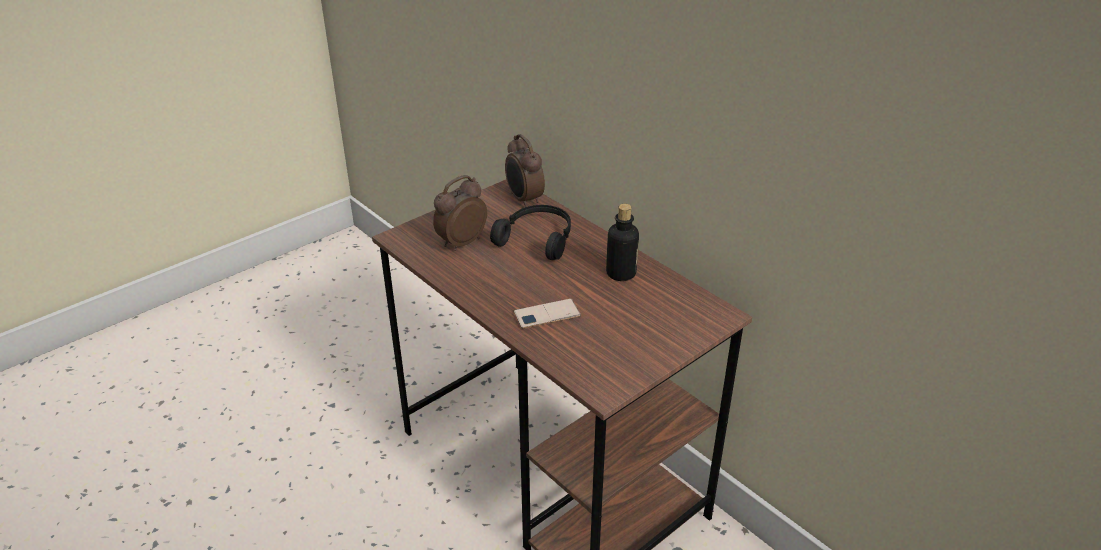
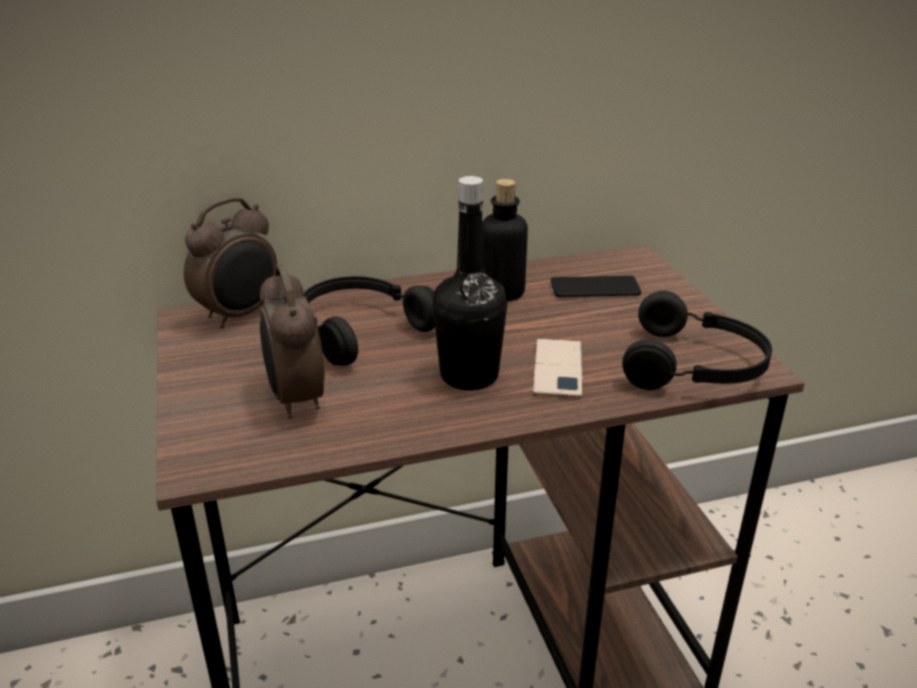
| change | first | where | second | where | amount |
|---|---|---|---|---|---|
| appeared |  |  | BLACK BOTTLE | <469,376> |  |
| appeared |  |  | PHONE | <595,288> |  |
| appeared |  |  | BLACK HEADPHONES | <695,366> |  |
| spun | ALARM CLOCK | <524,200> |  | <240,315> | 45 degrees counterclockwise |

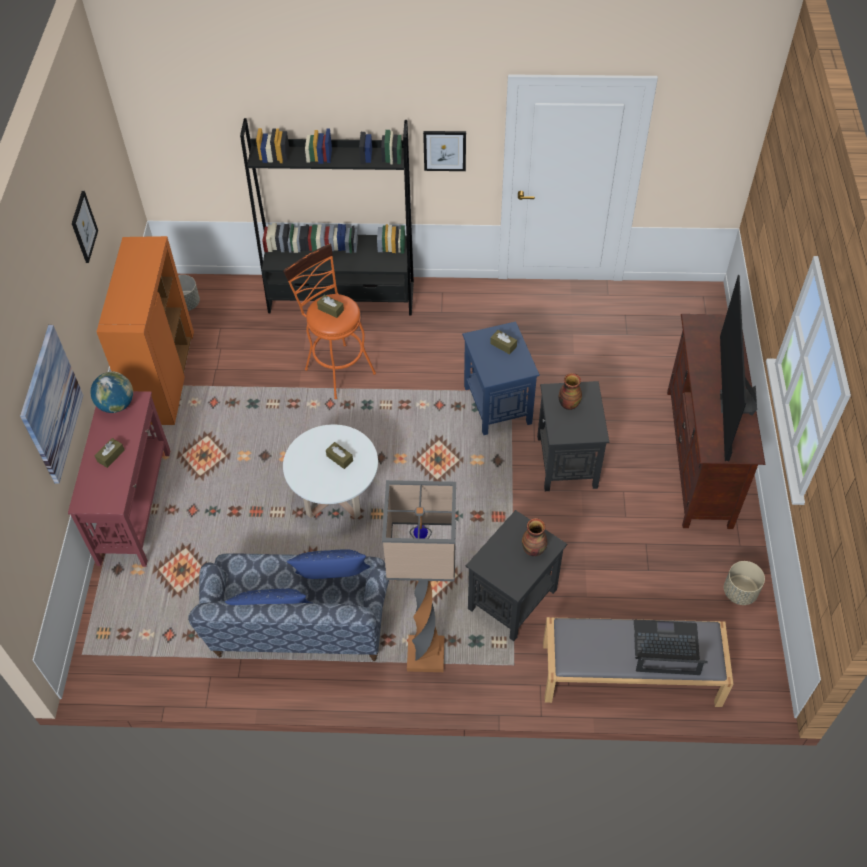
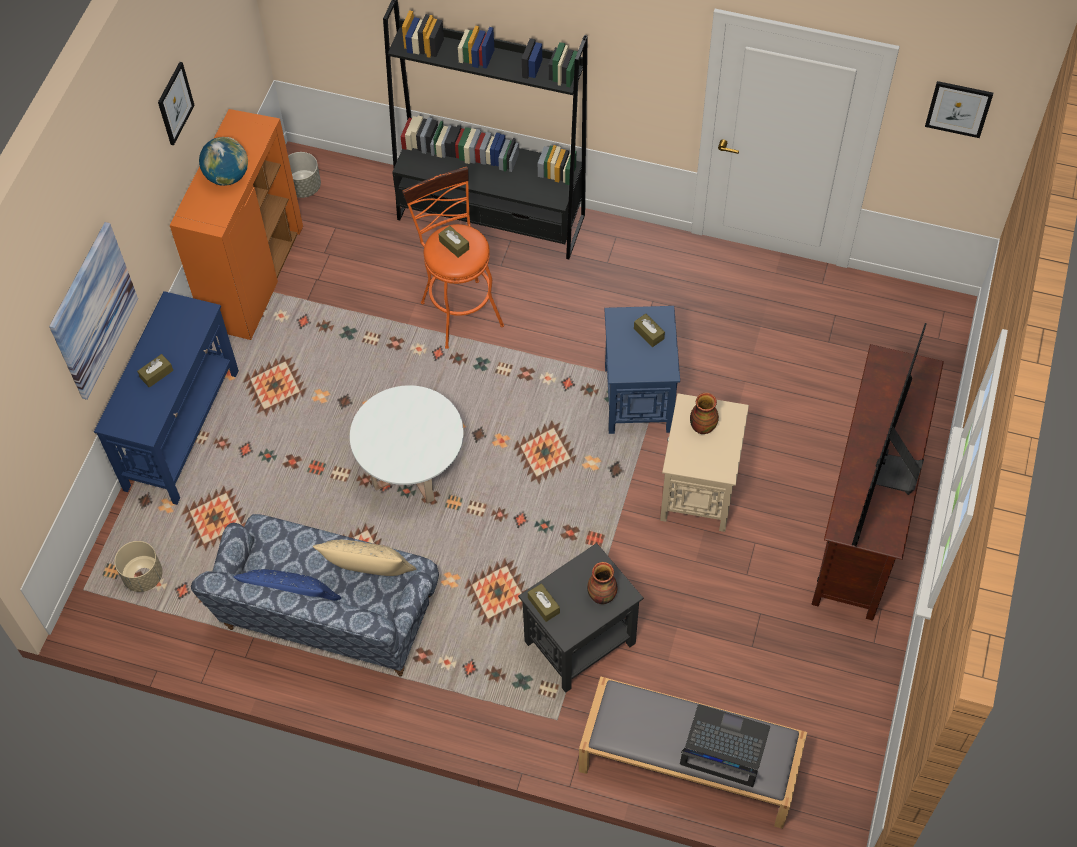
| change | first | where | second | where | amount |
|---|---|---|---|---|---|
| missing | FLOOR LAMP | <424,656> |  |  |  |
| relocated | GLOBE | <116,405> |  | <227,177> |  |
| relocated | BROWN TISSUE BOX | <339,458> |  | <543,605> |  |
| relocated | PICTURE | <444,150> |  | <958,108> |  |
| relocated | BEIGE PLANTER | <740,592> |  | <143,576> |  |
| colour | RED CONSOLE TABLE | <135,505> | BLUE CONSOLE TABLE | <183,429> |  |
| colour | BLUE PILLOW | <332,581> | BEIGE PILLOW | <369,576> |  |
| colour | BLACK SIDE TABLE | <567,462> | BEIGE SIDE TABLE | <698,491> |  |

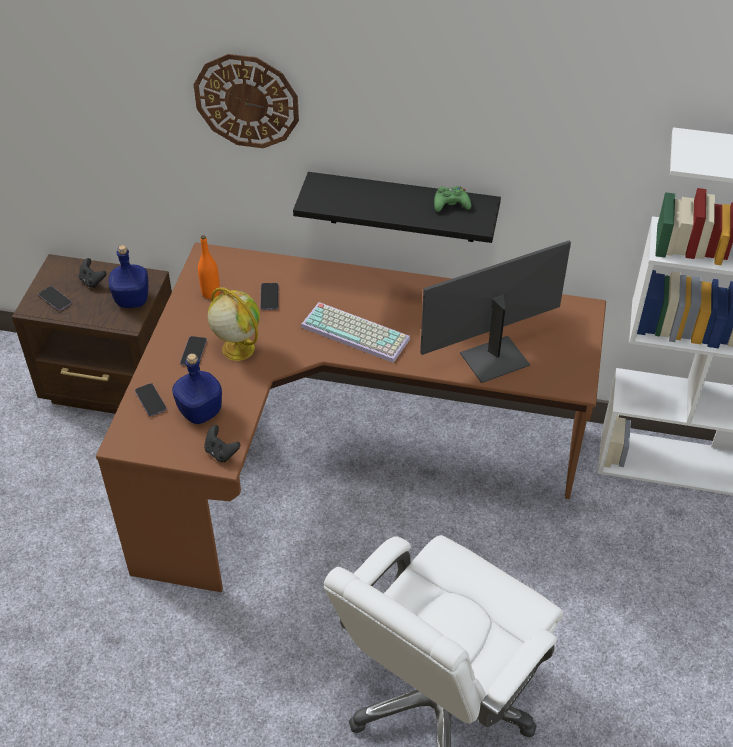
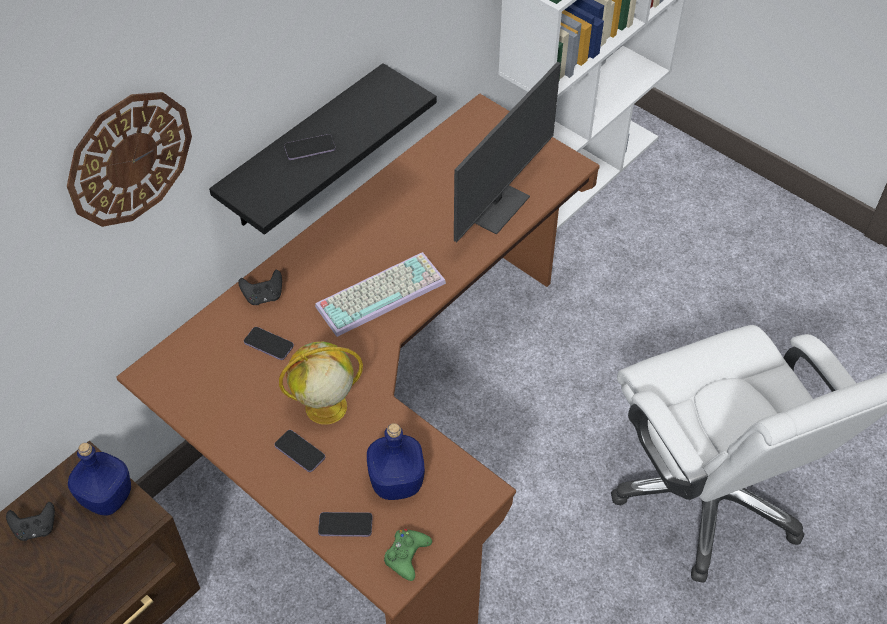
| change | first | where | second | where | amount |
|---|---|---|---|---|---|
| missing | ORANGE BOTTLE | <211,293> |  |  |  |
| relocated | PHONE | <55,299> |  | <310,148> |  |
| relocated | BLACK GAME CONTROLLER | <221,452> |  | <263,296> |  |
| relocated | GREEN GAME CONTROLLER | <451,204> |  | <406,556> |  |
| spun | MONITOR | <493,358> |  | <494,205> | 150 degrees counterclockwise |

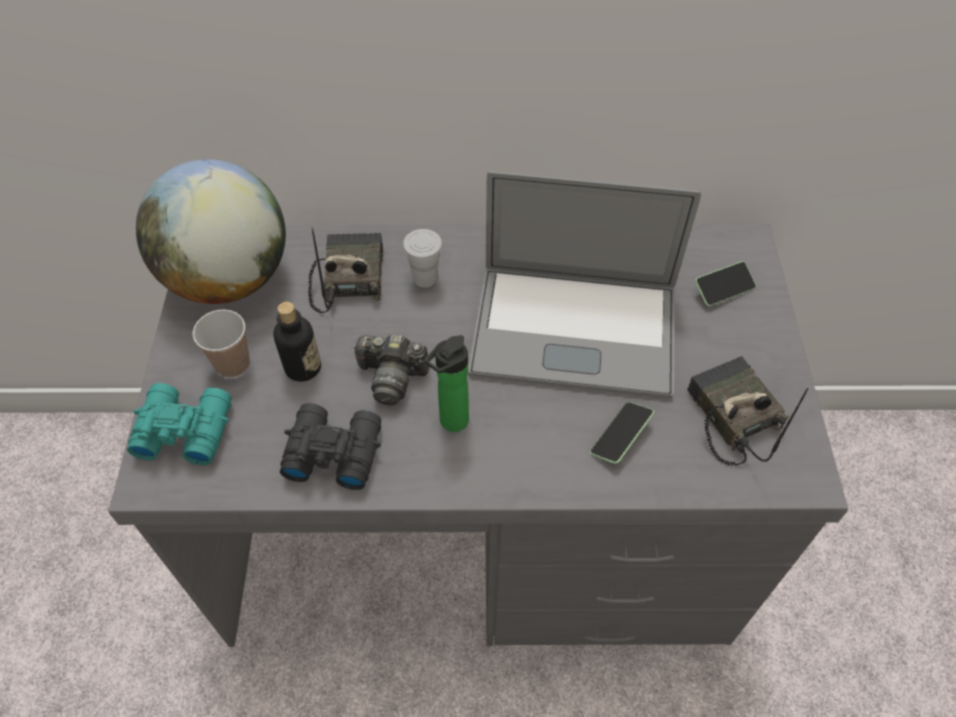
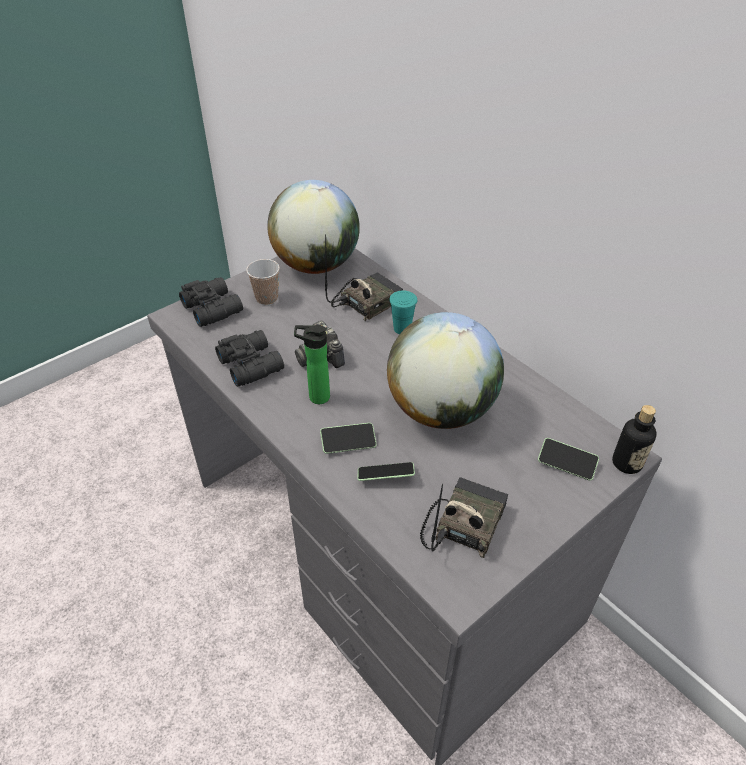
| change | first | where | second | where | amount |
|---|---|---|---|---|---|
| appeared |  |  | PHONE | <348,443> |  |
| relocated | BOTTLE | <303,367> |  | <627,463> |  |
| exchanged | LAPTOP | <574,330> | GLOBE | <441,410> |  |
| colour | TURQUOISE BINOCULARS | <183,429> | BLACK BINOCULARS | <213,307> |  |
| colour | WHITE CUP | <425,278> | TURQUOISE CUP | <402,328> |  |

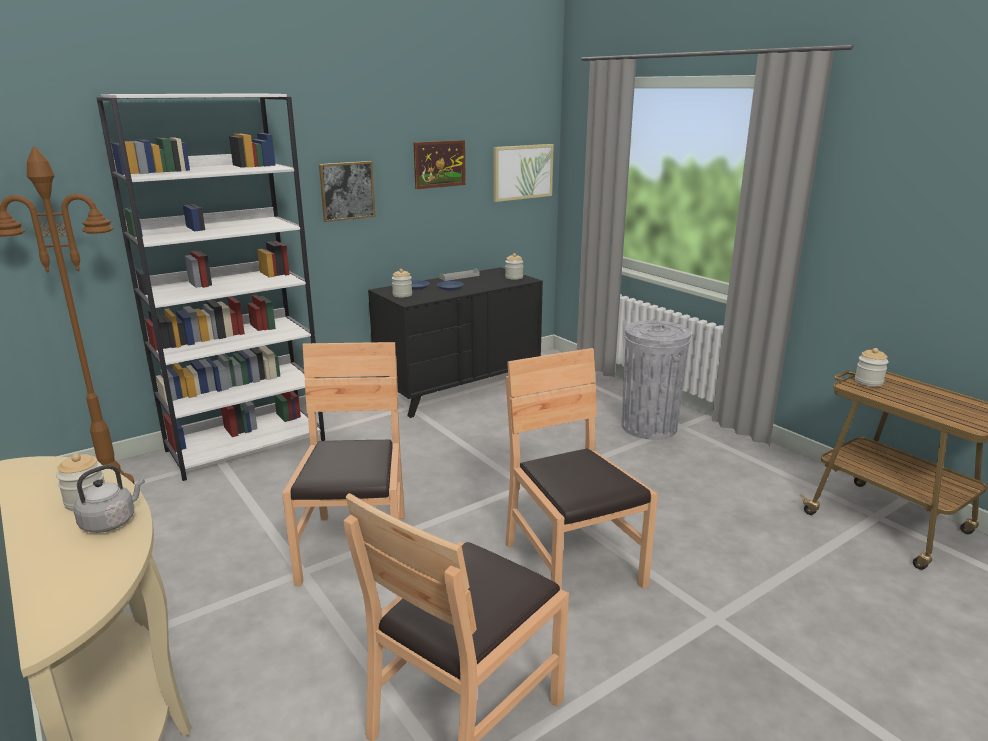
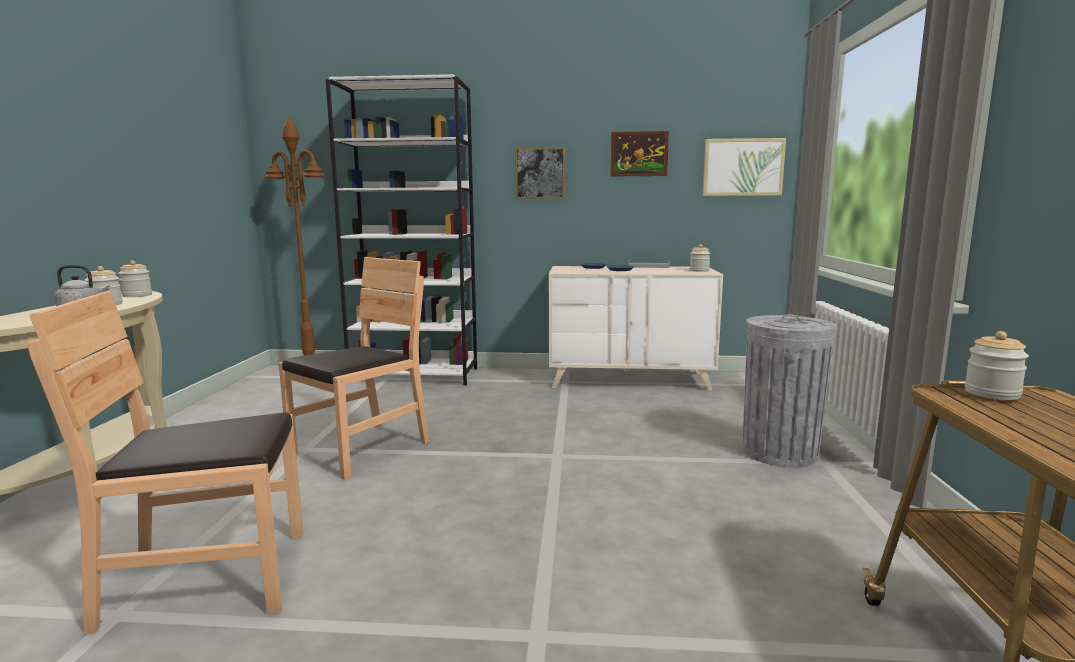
| change | first | where | second | where | amount |
|---|---|---|---|---|---|
| missing | BROWN CHAIR | <572,565> |  |  |  |
| relocated | JAR | <402,295> |  | <137,295> |  |
| colour | BLACK DRESSER | <460,388> | BEIGE DRESSER | <629,380> |  |

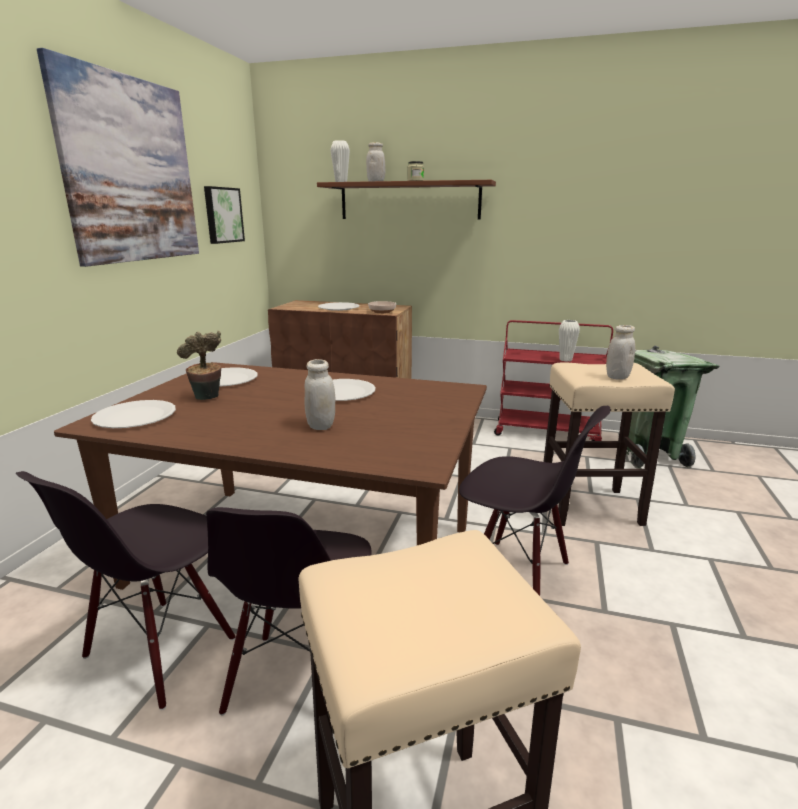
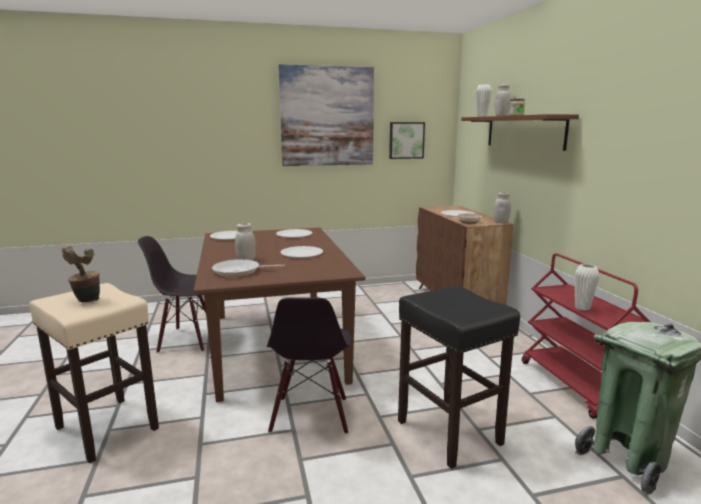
| change | first | where | second | where | amount |
|---|---|---|---|---|---|
| missing | BLACK CHAIR | <301,681> |  |  |  |
| appeared |  |  | FRYING PAN | <239,271> |  |
| relocated | POTTED PLANT | <207,398> |  | <86,301> |  |
| relocated | WHITE JAR | <617,377> |  | <501,222> |  |
| colour | BEIGE STOOL | <591,507> | BLACK STOOL | <450,433> |  |

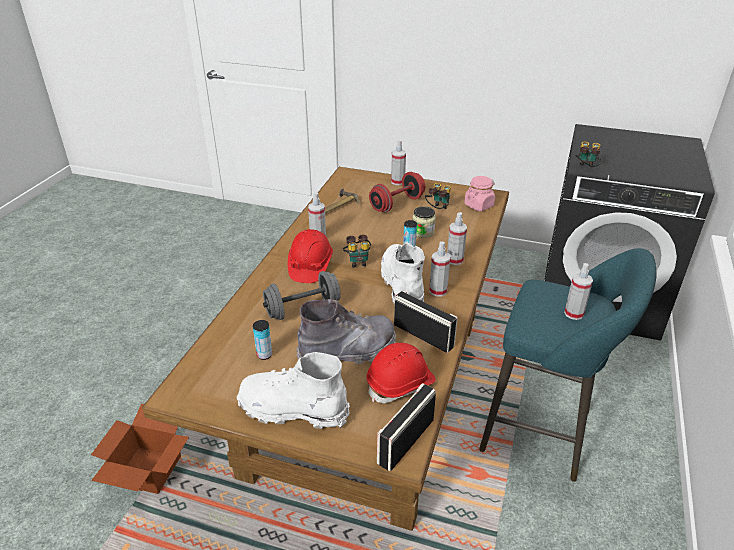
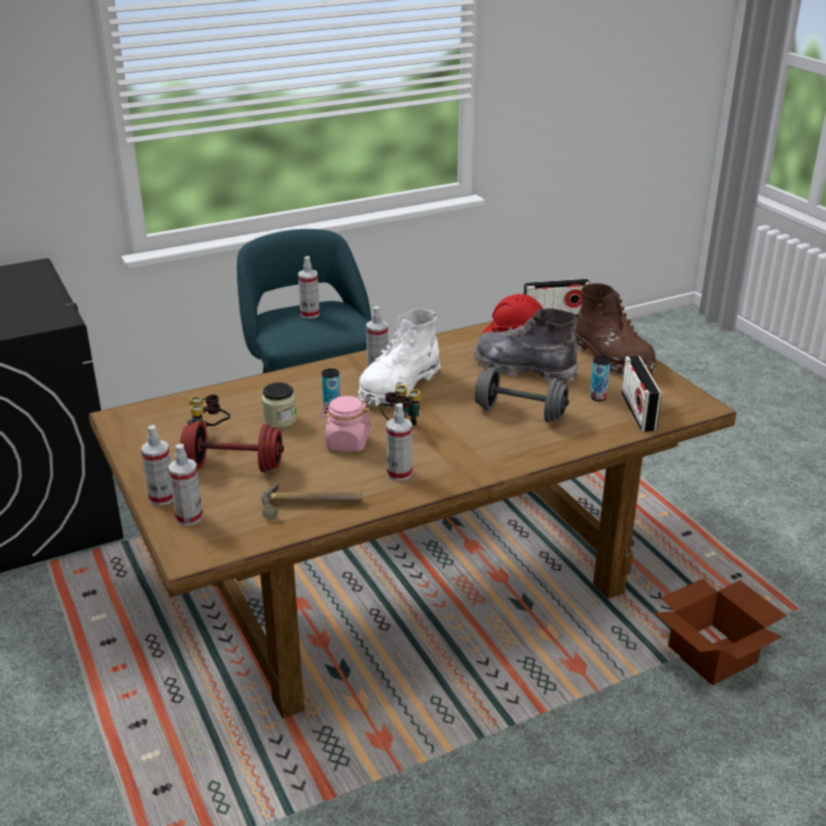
| change | first | where | second | where | amount |
|---|---|---|---|---|---|
| missing | RED HARD HAT | <310,267> |  |  |  |
| missing | BINOCULARS | <585,169> |  |  |  |
| relocated | RADIO | <423,335> |  | <638,411> |  |
| relocated | SPRAY BOTTLE | <454,260> |  | <189,517> |  |
| relocated | PINK JAR | <479,205> |  | <347,443> |  |
| colour | WHITE BOOT | <293,409> | BROWN BOOT | <612,359> |  |

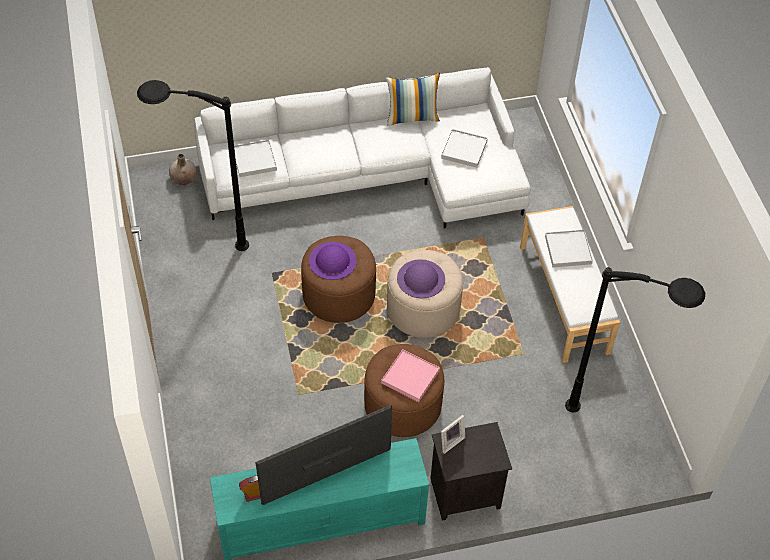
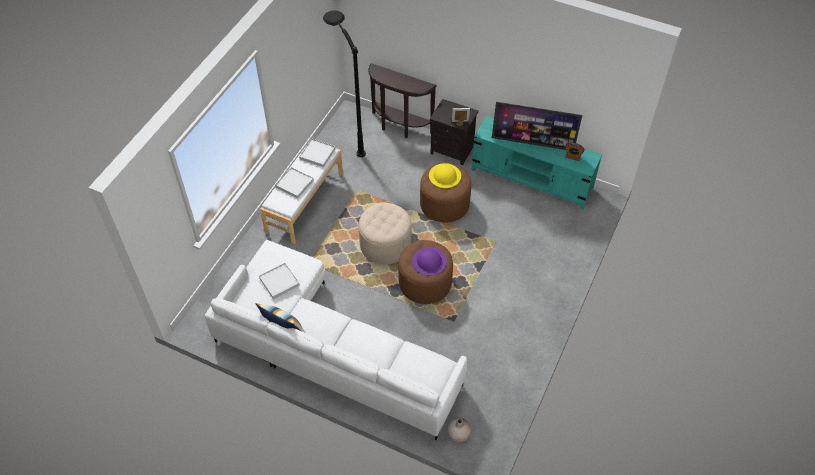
| change | first | where | second | where | amount |
|---|---|---|---|---|---|
| missing | BLACK FLOOR LAMP | <197,243> |  |  |  |
| missing | PURPLE HAT | <421,278> |  |  |  |
| appeared |  |  | BROWN CONSOLE TABLE | <399,127> |  |
| relocated | WHITE TRAY | <254,160> |  | <317,154> |  |
| exchanged | PINK TRAY | <410,377> | YELLOW HAT | <445,175> |  |

